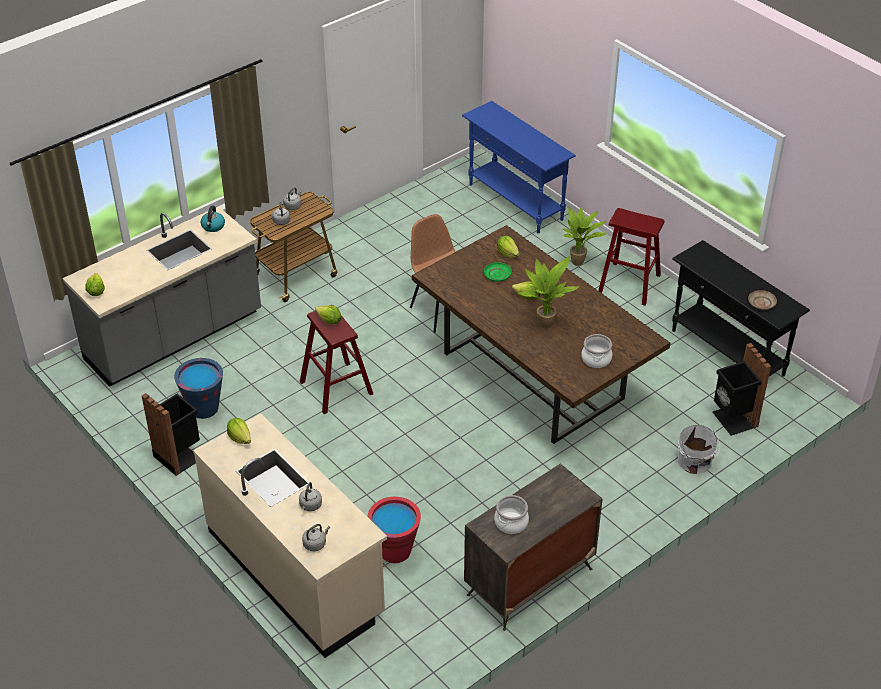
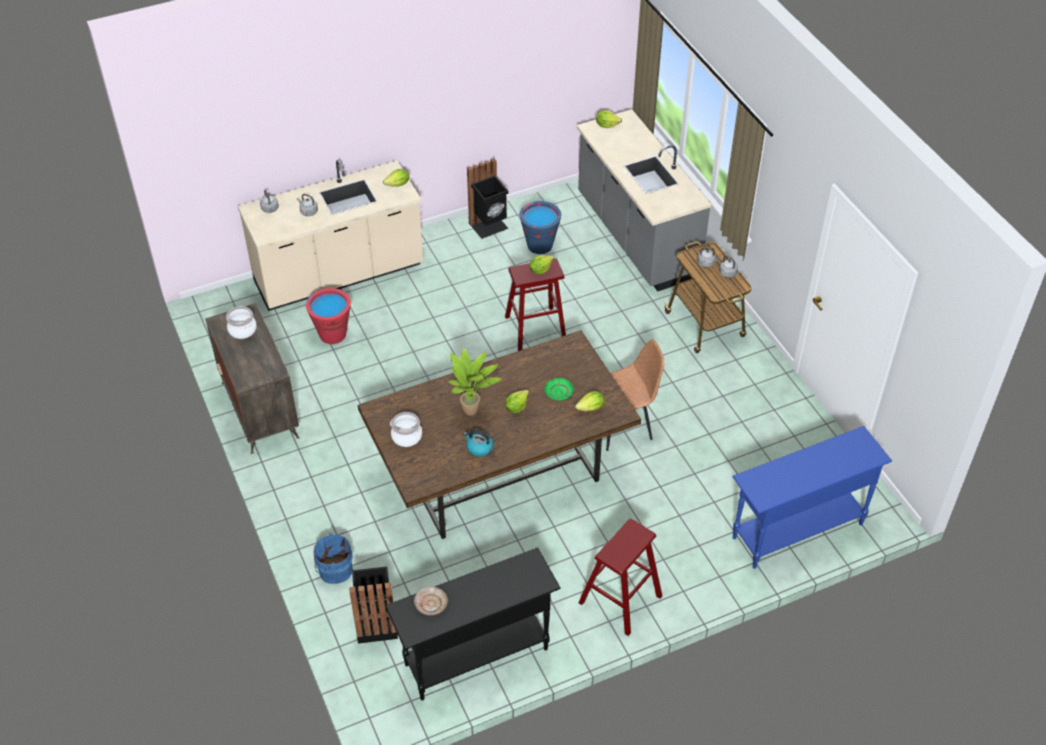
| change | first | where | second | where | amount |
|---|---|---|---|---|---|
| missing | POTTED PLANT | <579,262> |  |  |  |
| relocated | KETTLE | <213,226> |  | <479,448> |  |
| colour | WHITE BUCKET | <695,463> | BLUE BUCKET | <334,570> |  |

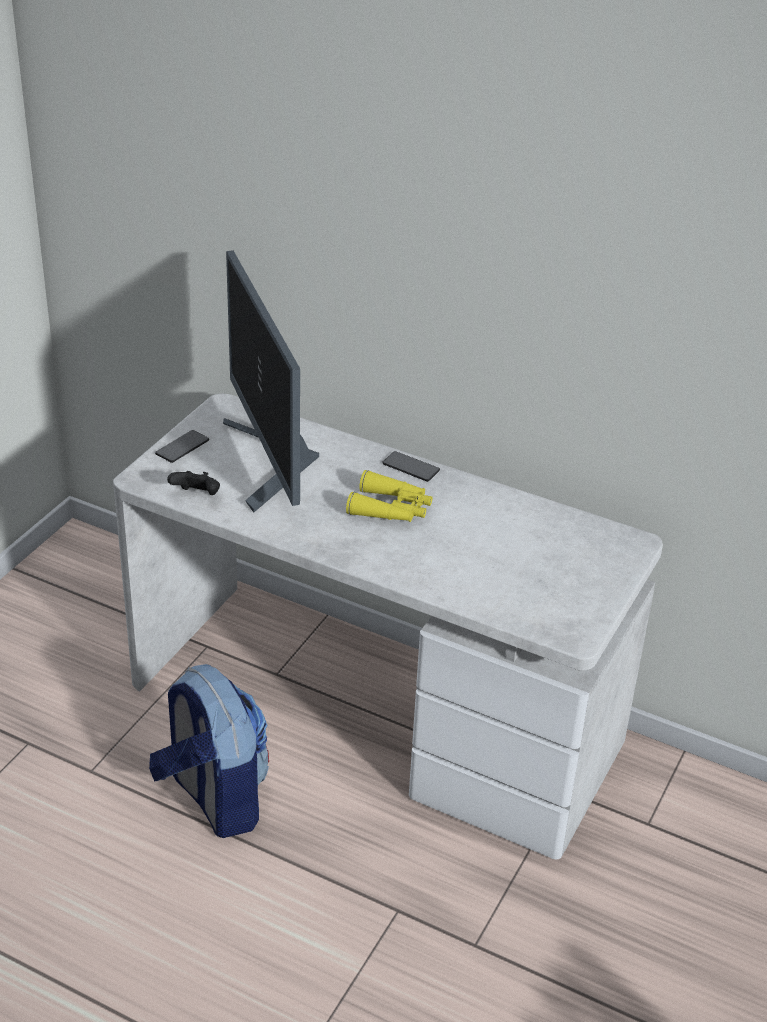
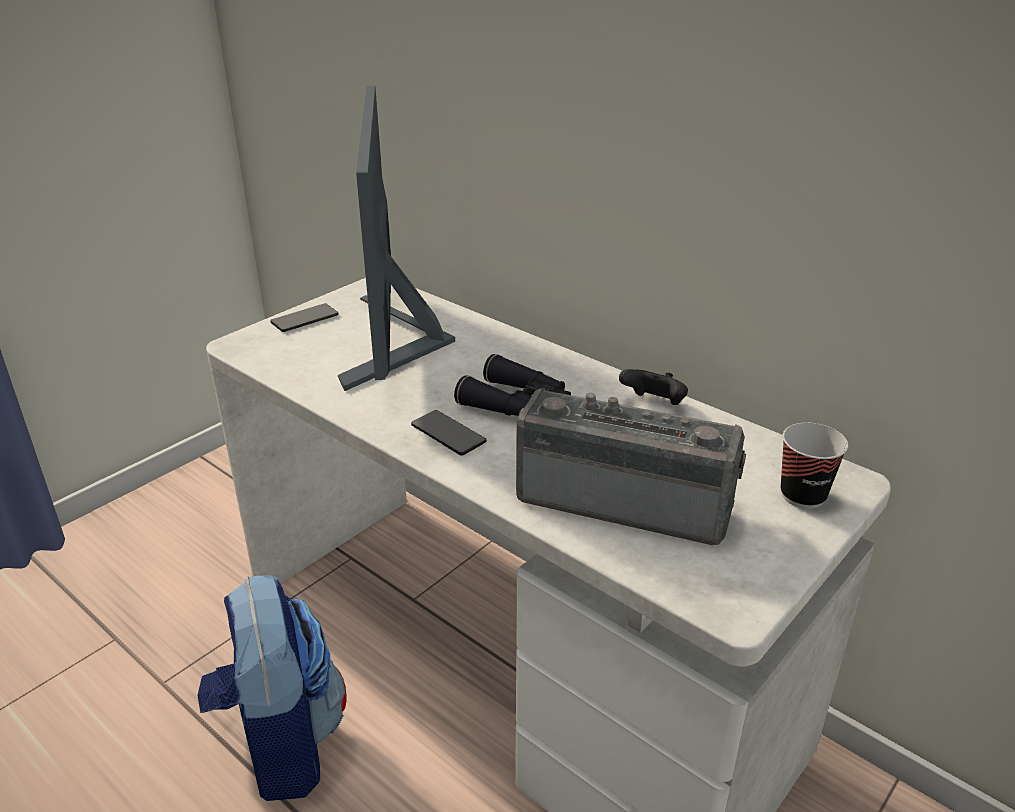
| change | first | where | second | where | amount |
|---|---|---|---|---|---|
| appeared |  |  | RADIO | <625,499> |  |
| appeared |  |  | CUP | <802,495> |  |
| relocated | BLACK GAME CONTROLLER | <197,496> |  | <654,404> |  |
| relocated | PHONE | <410,467> |  | <448,434> |  |
| colour | YELLOW BINOCULARS | <391,509> | BLACK BINOCULARS | <518,404> |  |

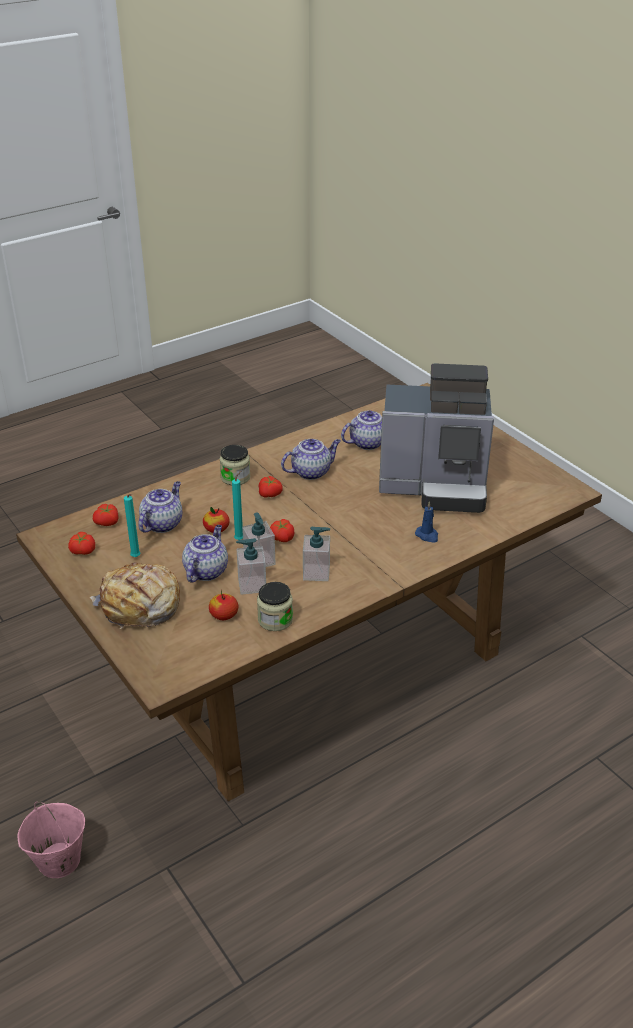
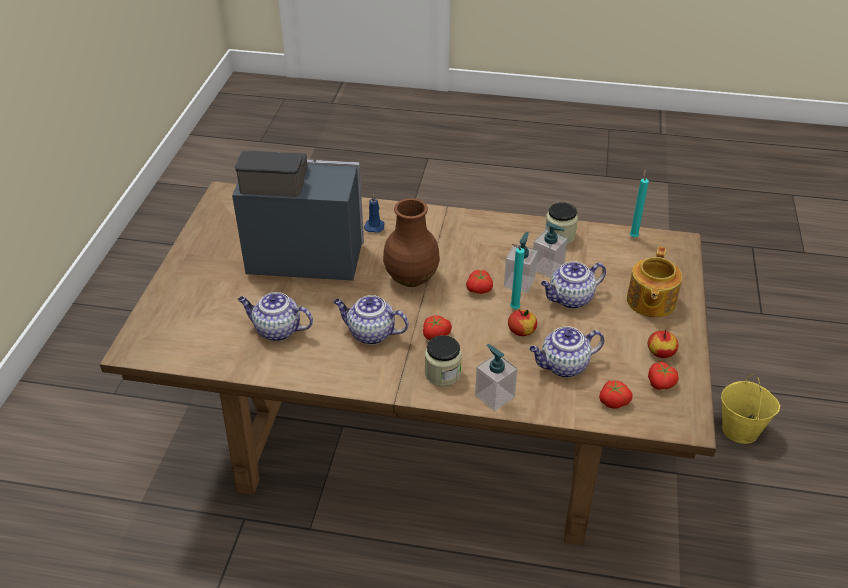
| change | first | where | second | where | amount |
|---|---|---|---|---|---|
| appeared |  |  | BROWN VASE | <412,277> |  |
| relocated | TURQUOISE CANDLE | <136,558> |  | <633,236> |  |
| relocated | APPLE | <224,615> |  | <661,352> |  |
| relocated | SOAP DISPENSER | <316,572> |  | <494,396> |  |
| exchanged | BREAD | <140,606> | TEAPOT | <650,302> |  |
| colour | PINK BUCKET | <58,861> | YELLOW BUCKET | <740,430> |  |
| spun | COFFEE MACHINE | <436,486> |  | <302,255> | 45 degrees counterclockwise |

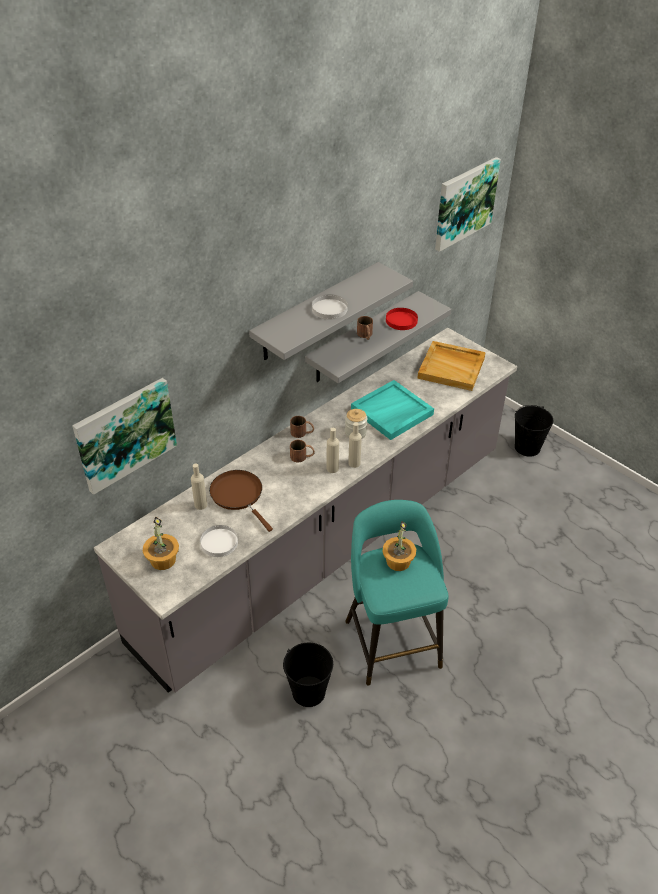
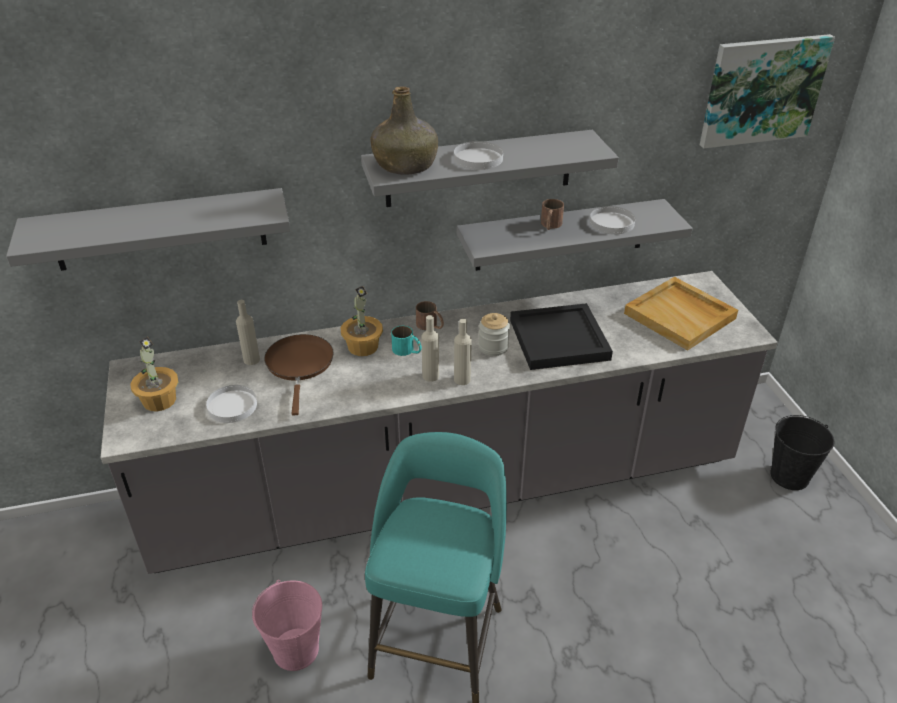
| change | first | where | second | where | amount |
|---|---|---|---|---|---|
| appeared |  |  | GREEN BOTTLE | <405,165> |  |
| relocated | POTTED PLANT | <397,561> |  | <362,346> |  |
| exchanged | PICTURE | <125,434> | GREY SHELF | <160,229> |  |
| colour | BLACK BUCKET | <308,691> | PINK BUCKET | <296,649> |  |
| colour | BROWN MUG | <302,456> | TURQUOISE MUG | <407,350> |  |
| colour | TURQUOISE TRAY | <392,412> | BLACK TRAY | <558,340> |  |
| colour | RED PLATE | <401,320> | WHITE PLATE | <612,223> |  |

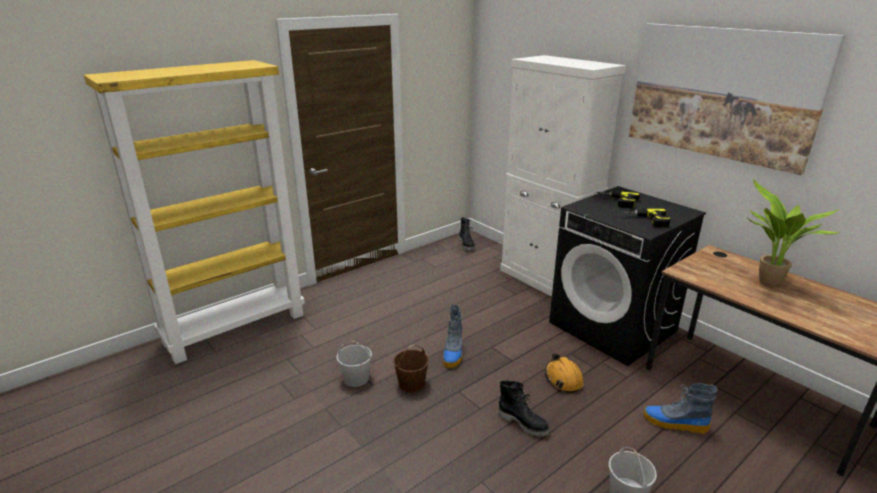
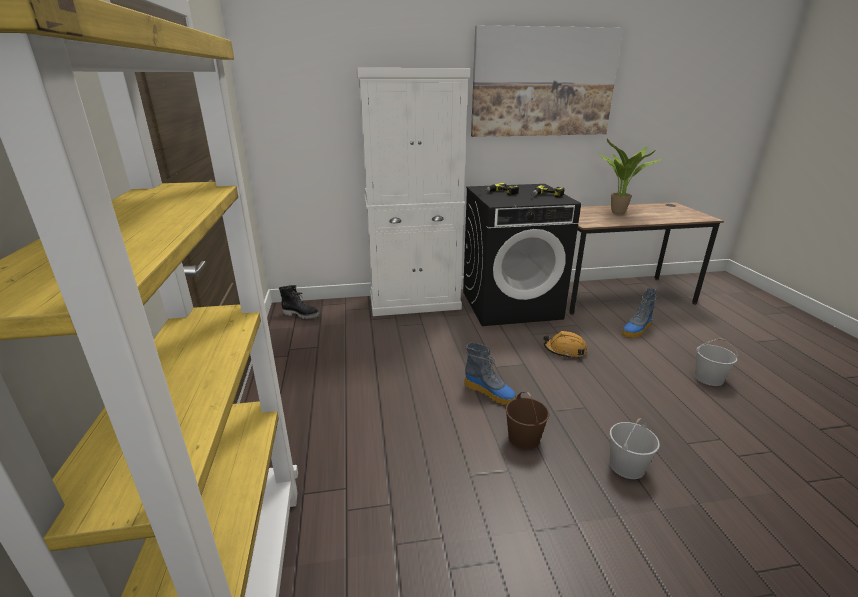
| change | first | where | second | where | amount |
|---|---|---|---|---|---|
| missing | BLACK BOOT | <523,423> |  |  |  |
| relocated | WHITE BUCKET | <356,378> |  | <627,465> |  |

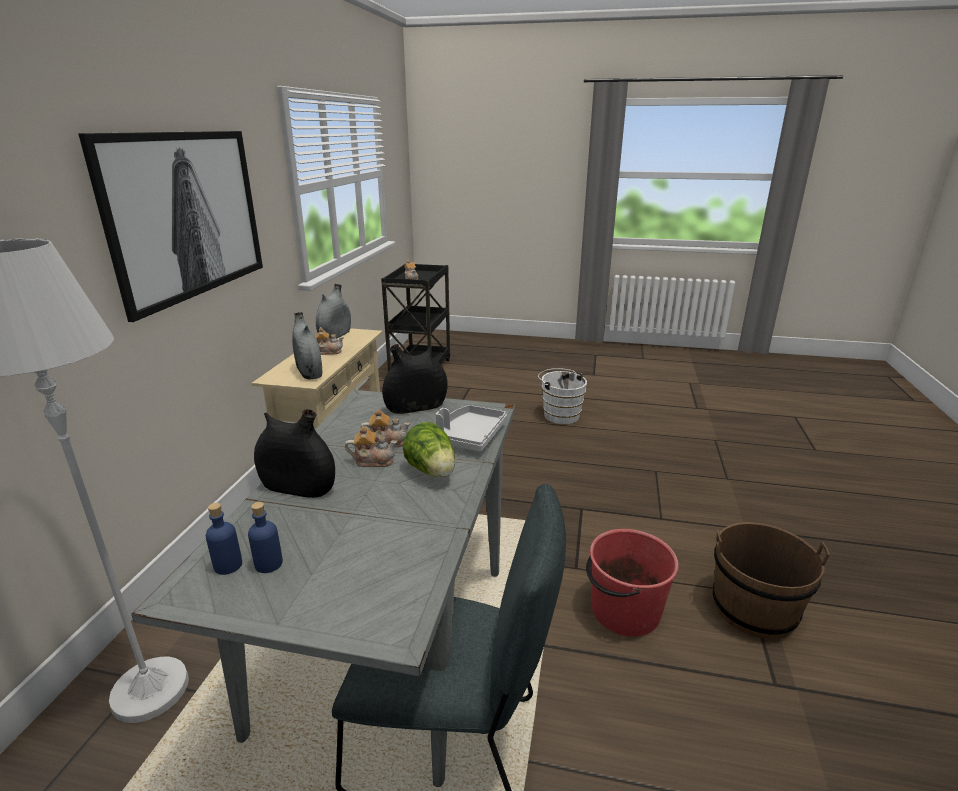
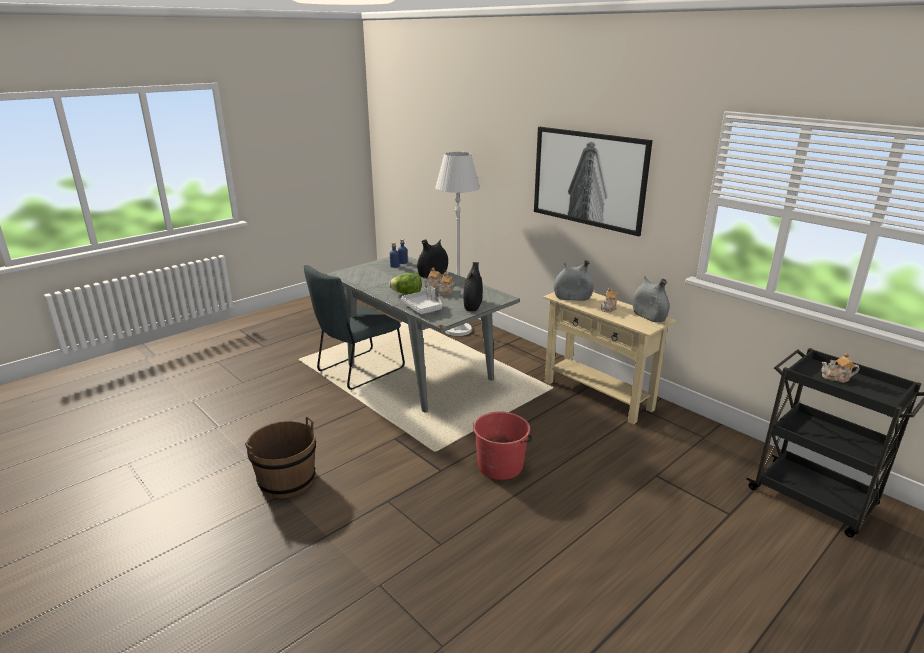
| change | first | where | second | where | amount |
|---|---|---|---|---|---|
| missing | WHITE BUCKET | <560,415> |  |  |  |
| relocated | RED BUCKET | <624,611> |  | <500,465> |  |

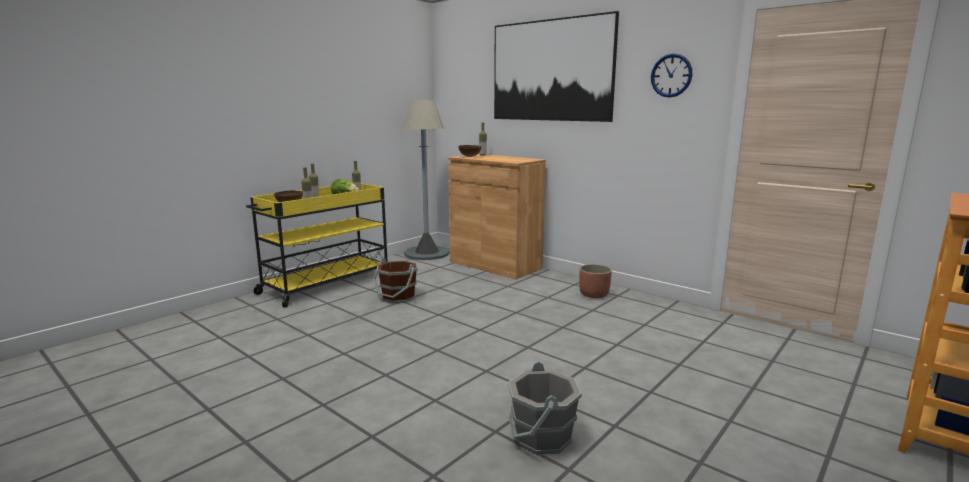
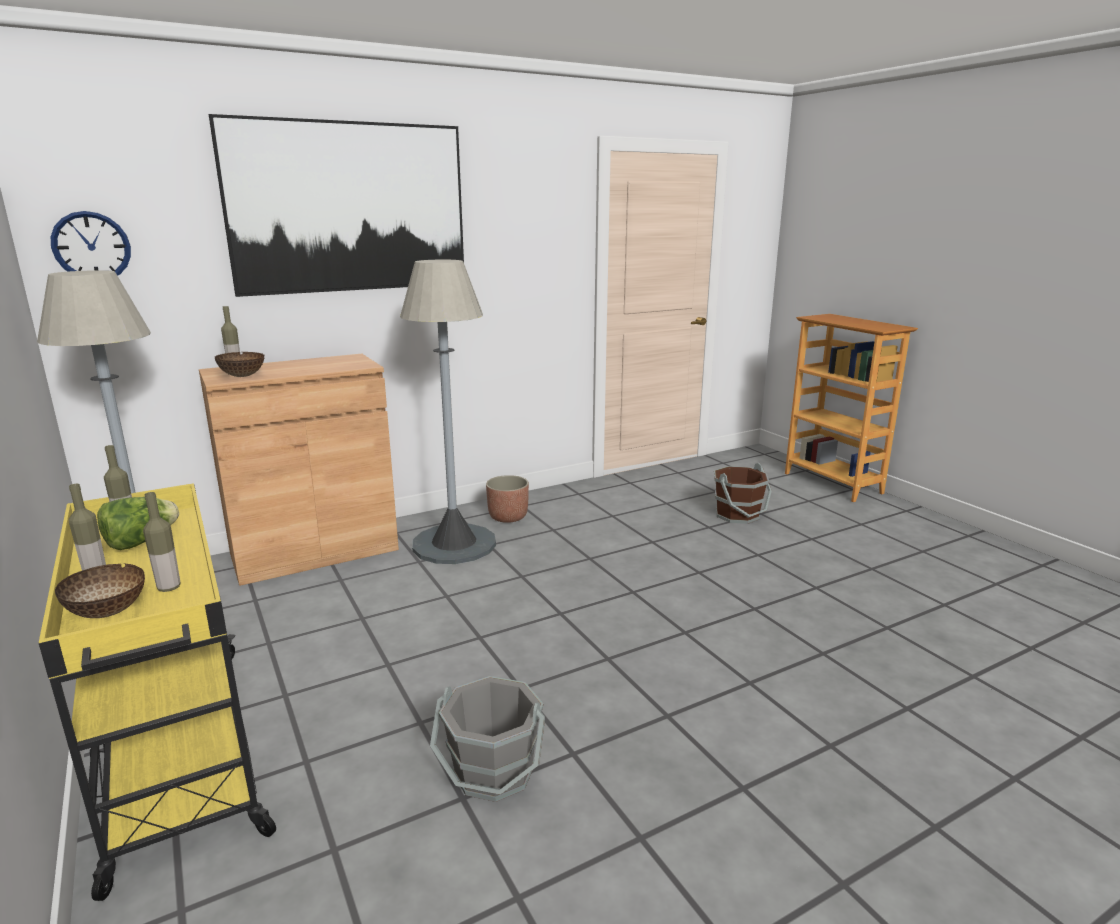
| change | first | where | second | where | amount |
|---|---|---|---|---|---|
| appeared |  |  | GREY FLOOR LAMP | <454,544> |  |
| relocated | BROWN BUCKET | <398,297> |  | <738,515> |  |
| relocated | GREY BUCKET | <541,436> |  | <493,772> |  |
| relocated | WALL CLOCK | <671,75> |  | <91,246> |  |

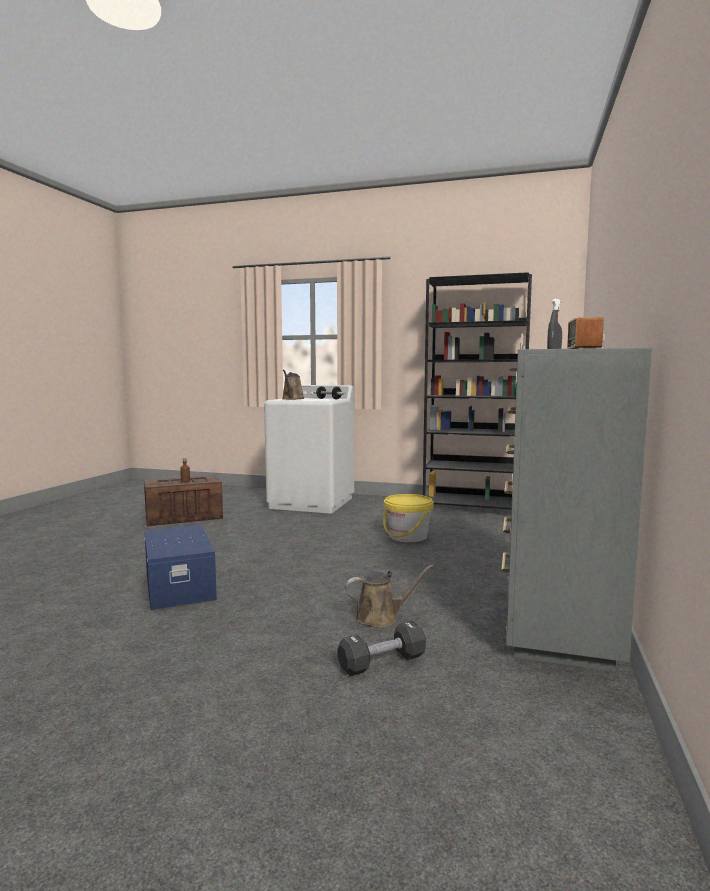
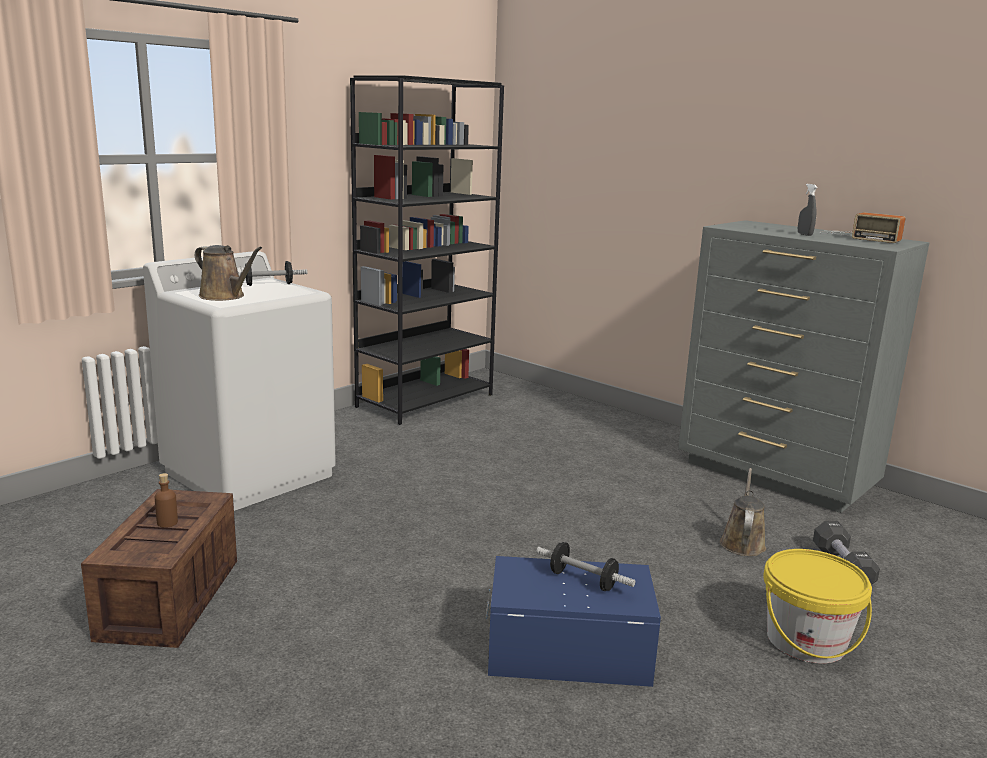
| change | first | where | second | where | amount |
|---|---|---|---|---|---|
| appeared |  |  | DUMBBELL | <583,580> |  |
| relocated | YELLOW BUCKET | <408,536> |  | <806,640> |  |

